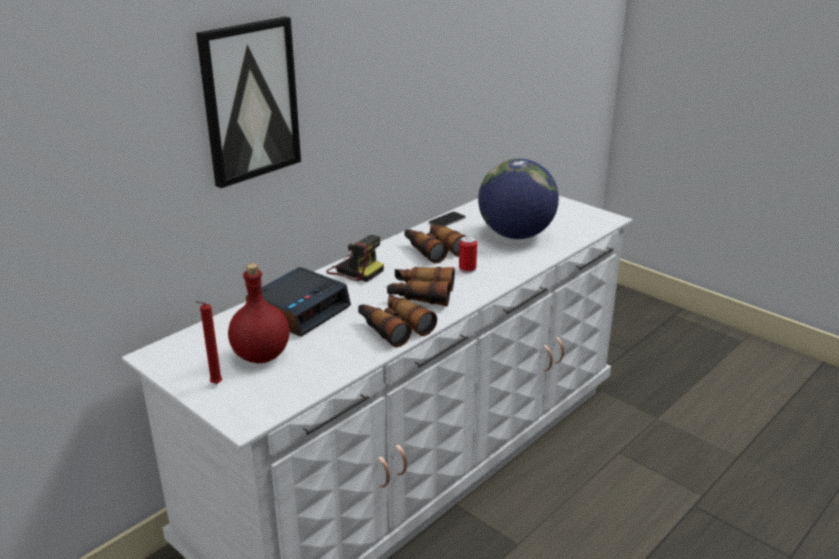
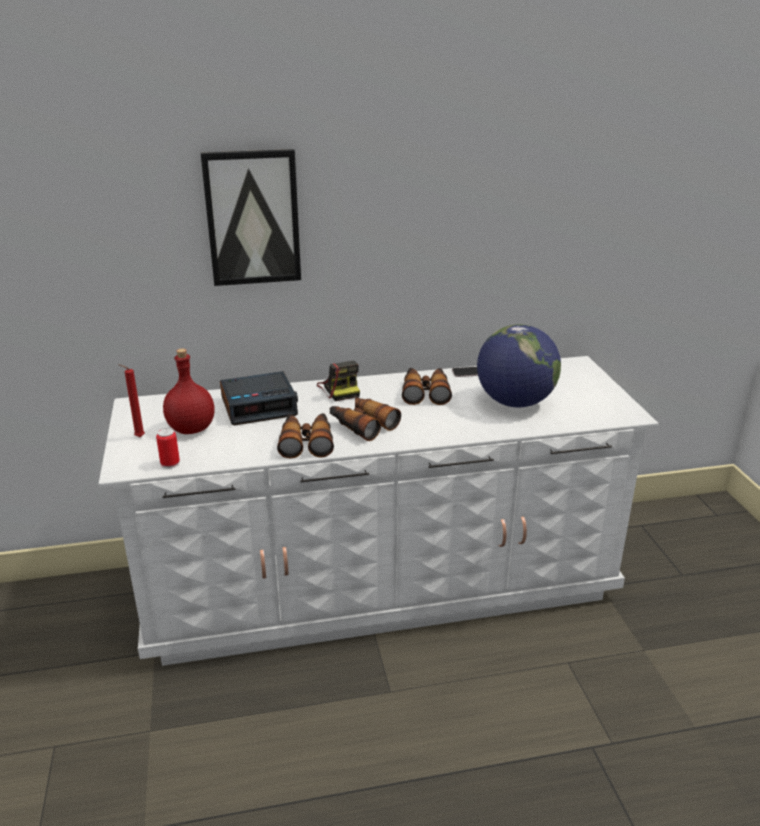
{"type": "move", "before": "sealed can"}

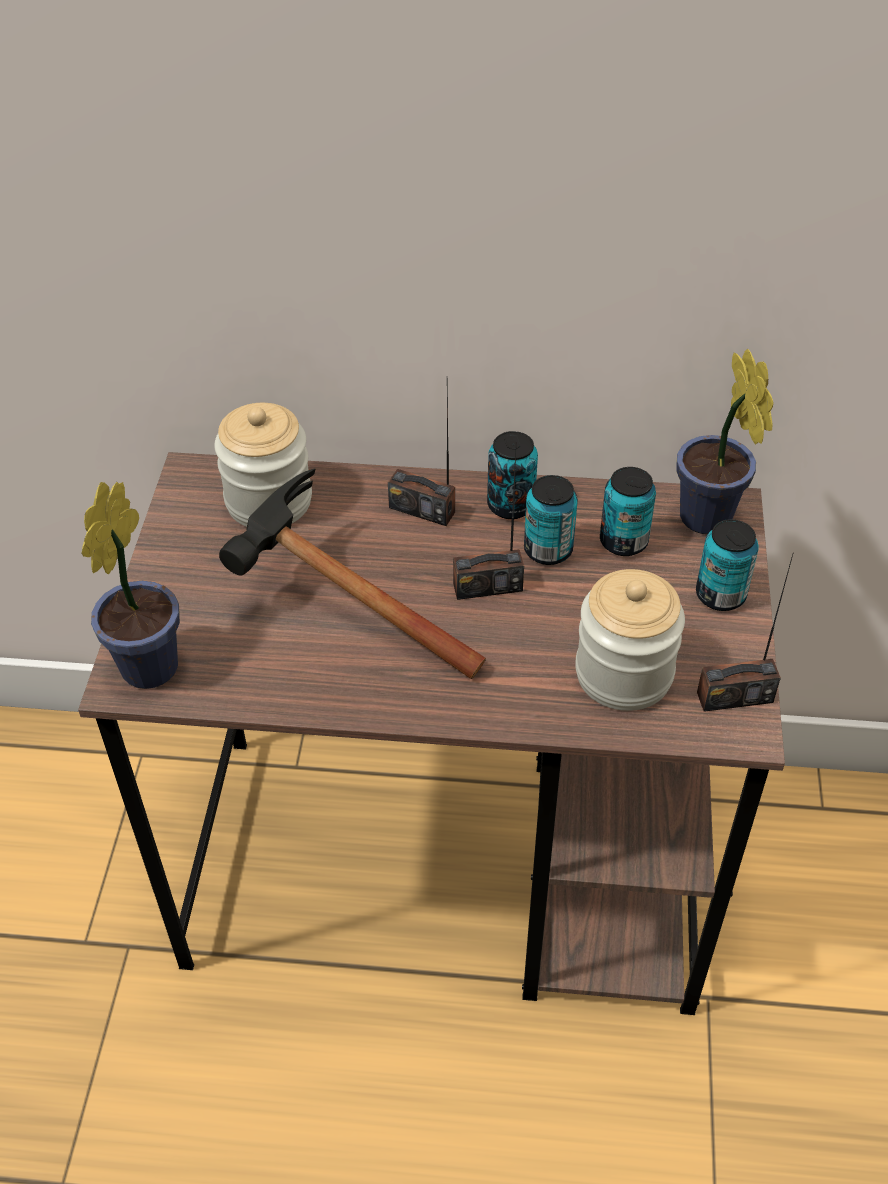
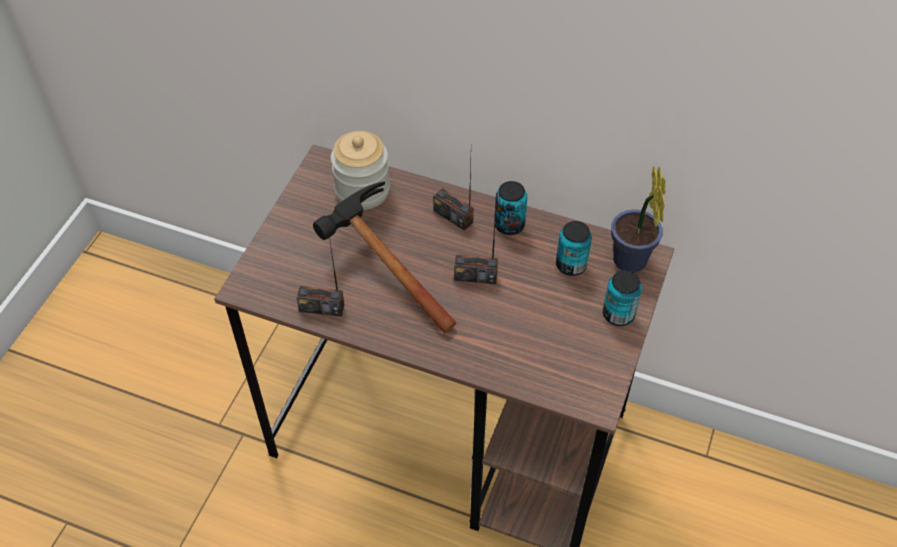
{"type": "delete", "before": "sealed can (2nd from left)"}
{"type": "delete", "before": "houseplant (1st from left)"}
{"type": "move", "before": "radio set (3rd from left in the first image)", "after": "radio set (1st from left)"}
{"type": "delete", "before": "storage jar (2nd from left)"}

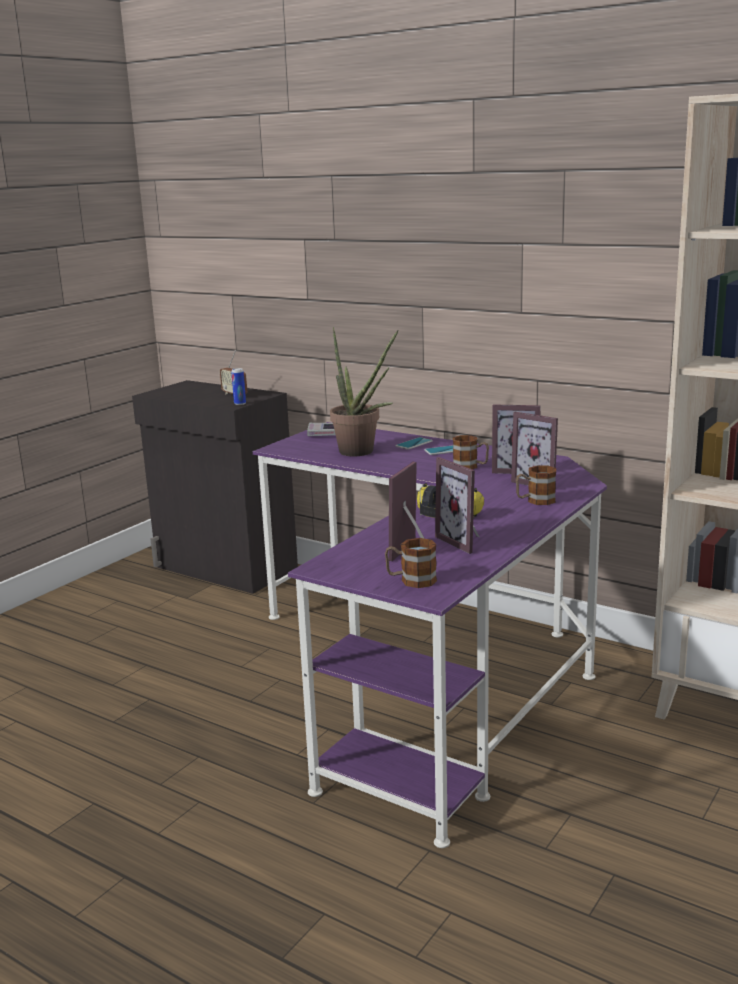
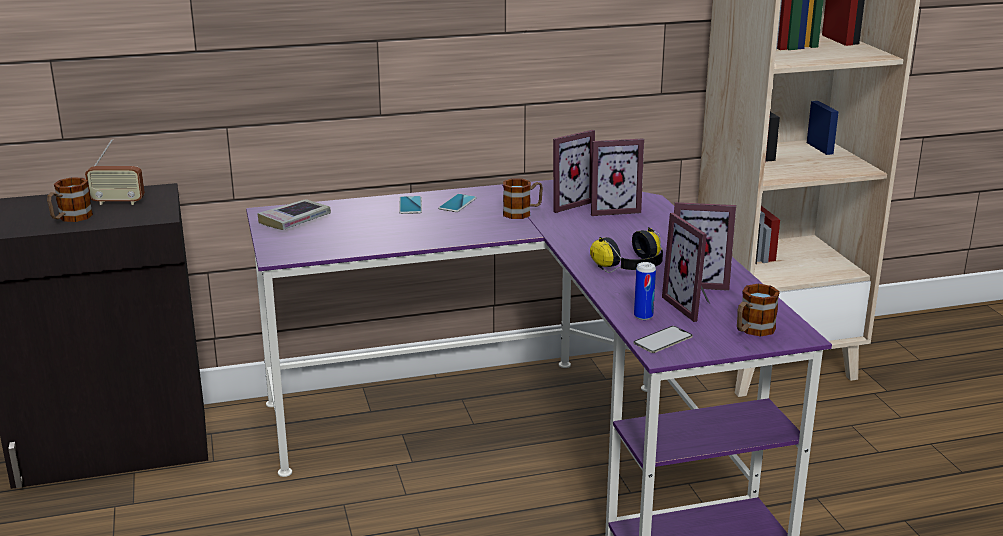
{"type": "delete", "before": "houseplant"}
{"type": "move", "before": "sealed can"}
{"type": "move", "before": "coffee mug (3rd from left in the first image)", "after": "coffee mug (1st from left)"}
{"type": "insert", "after": "handset (3rd from left)"}

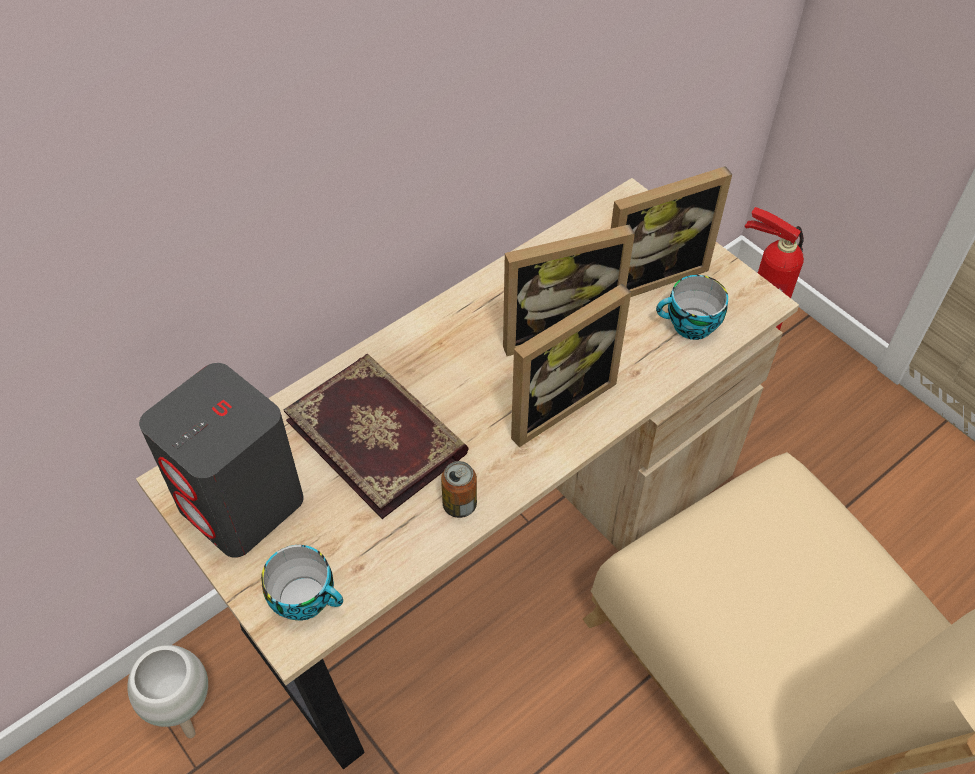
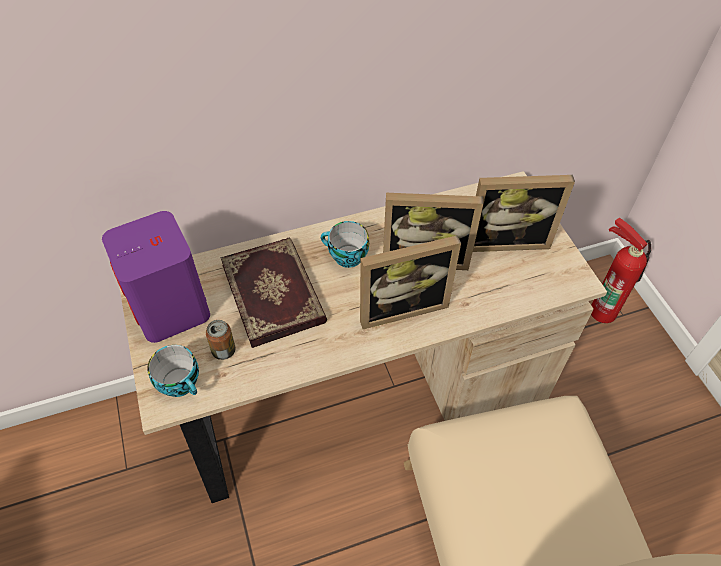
{"type": "move", "before": "drinking cup (2nd from left)"}
{"type": "recolor", "before": "grey loudspeaker", "after": "purplish loudspeaker"}
{"type": "move", "before": "sealed can"}
{"type": "delete", "before": "white plant pot"}

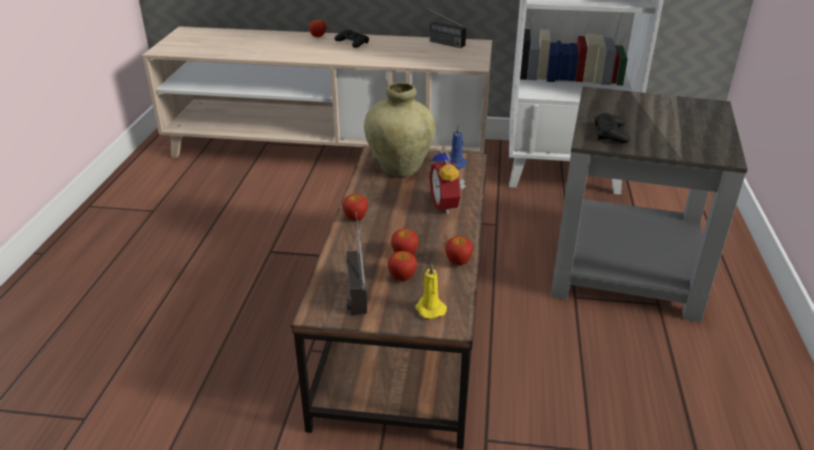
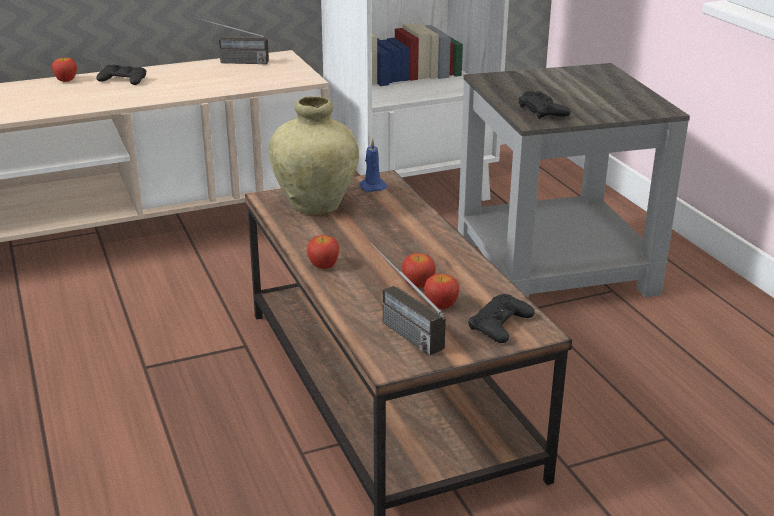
{"type": "delete", "before": "alarm clock"}
{"type": "delete", "before": "apple fruit (5th from left)"}
{"type": "replace", "before": "yellowish wax light", "after": "black-coloured game controller (2nd from left)"}

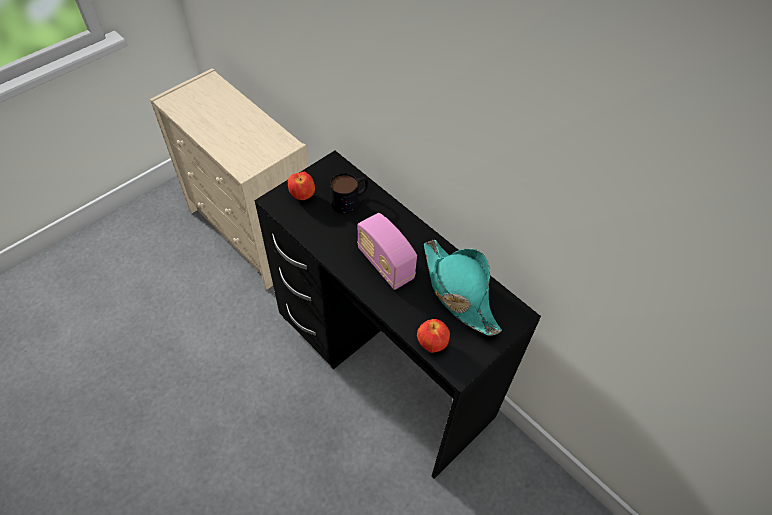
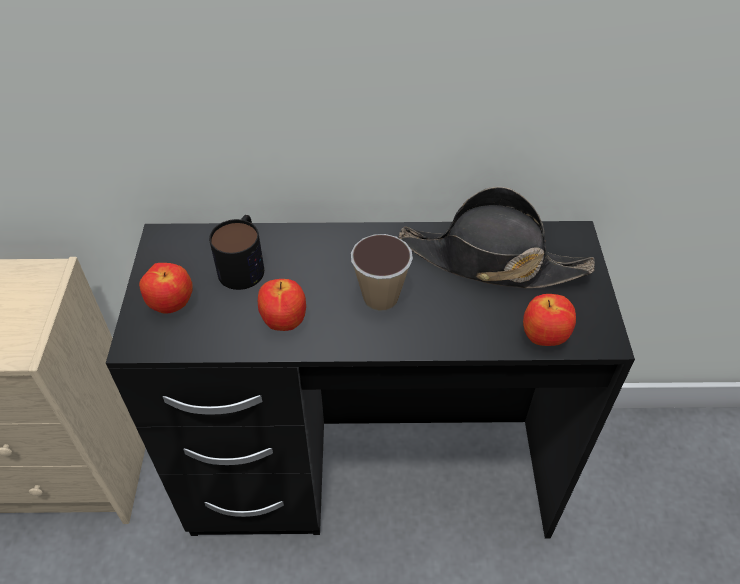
{"type": "replace", "before": "radio set", "after": "drinking cup"}
{"type": "recolor", "before": "turquoise clothing hat", "after": "black-coloured clothing hat"}
{"type": "insert", "after": "apple fruit (2nd from left)"}

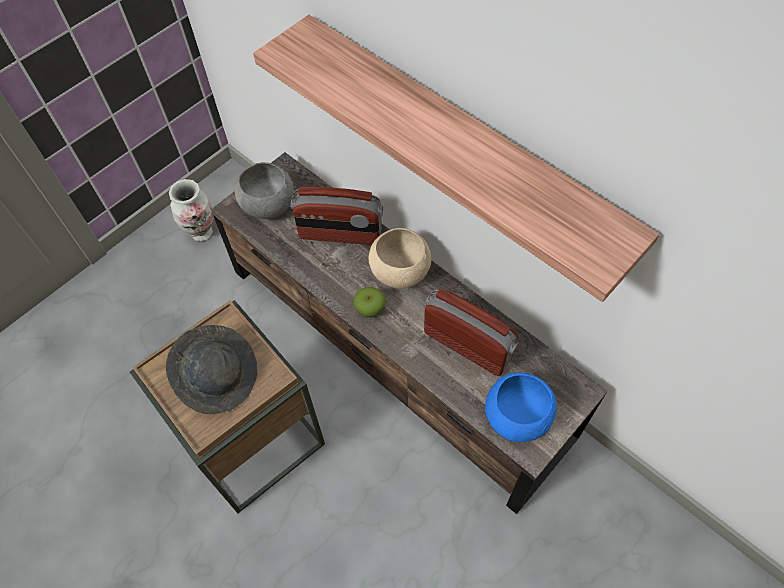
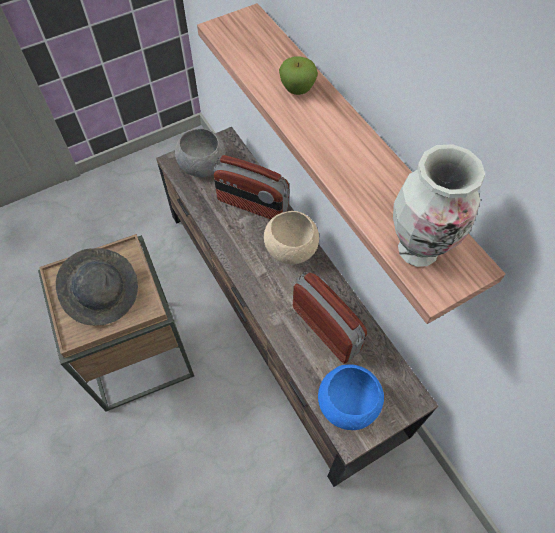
{"type": "move", "before": "vase"}
{"type": "move", "before": "apple fruit"}

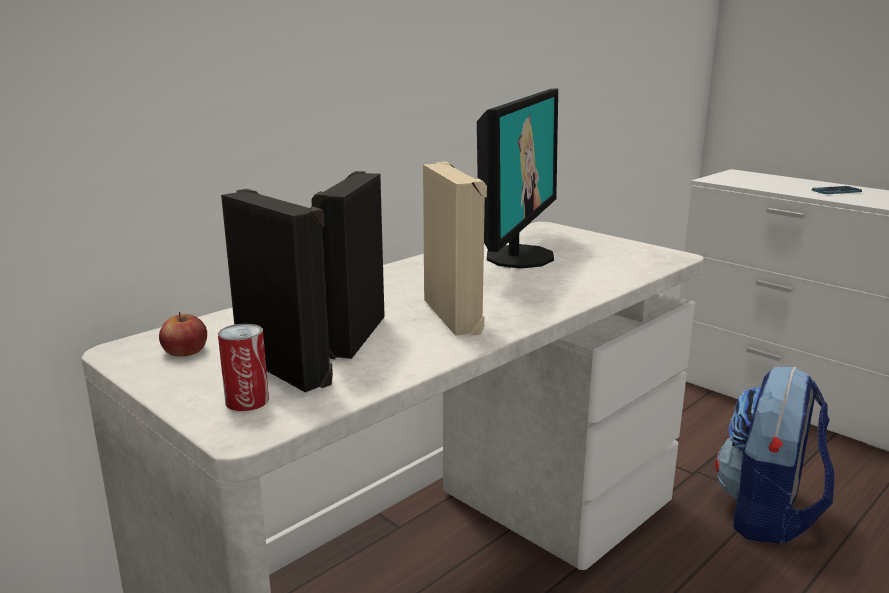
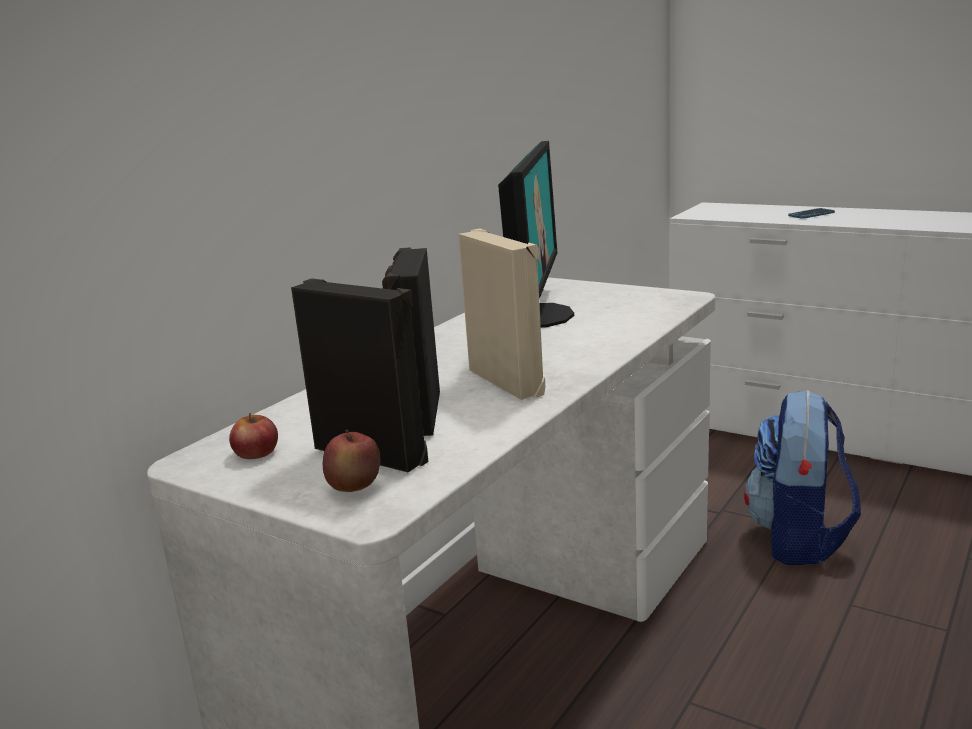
{"type": "replace", "before": "sealed can", "after": "apple fruit (2nd from left)"}

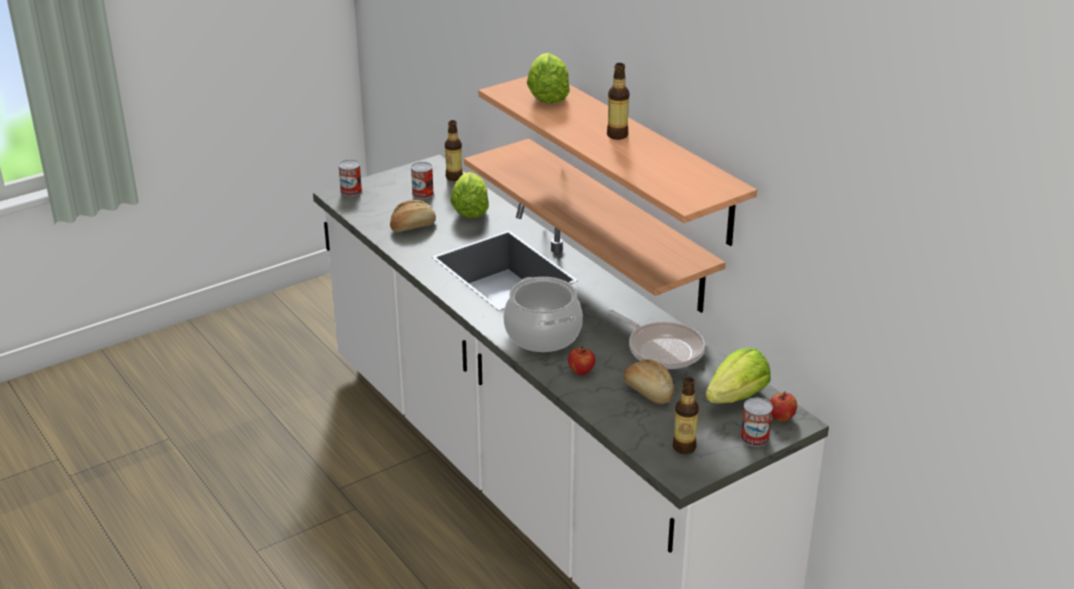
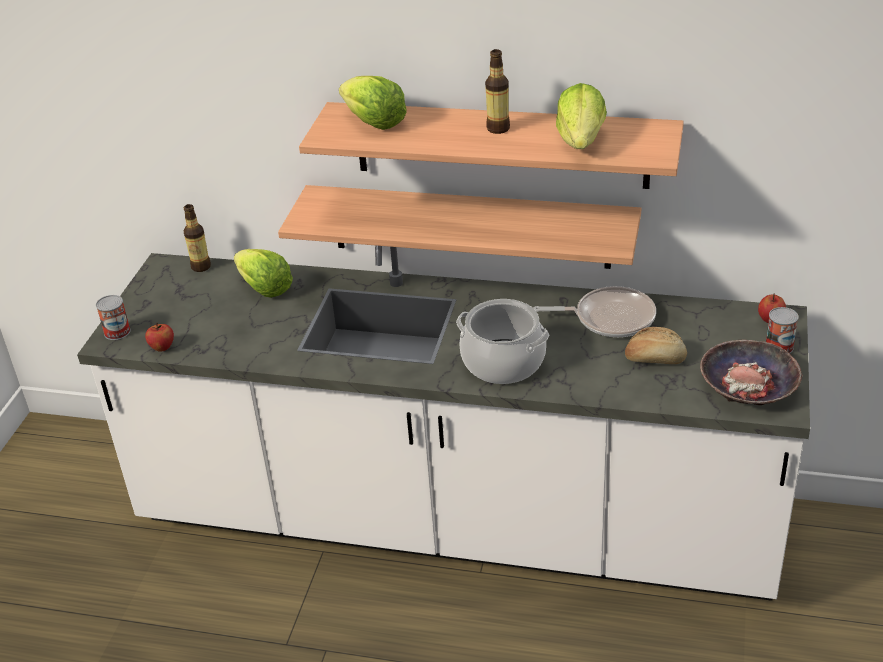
{"type": "delete", "before": "sealed can (2nd from left)"}
{"type": "delete", "before": "bread (1st from left)"}
{"type": "move", "before": "apple fruit (1st from left)"}
{"type": "move", "before": "lettuce (3rd from left)"}
{"type": "replace", "before": "bottle (3rd from left)", "after": "serving bowl"}

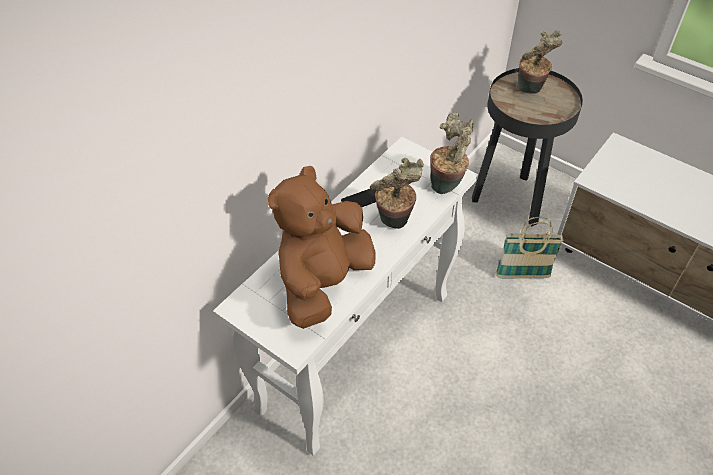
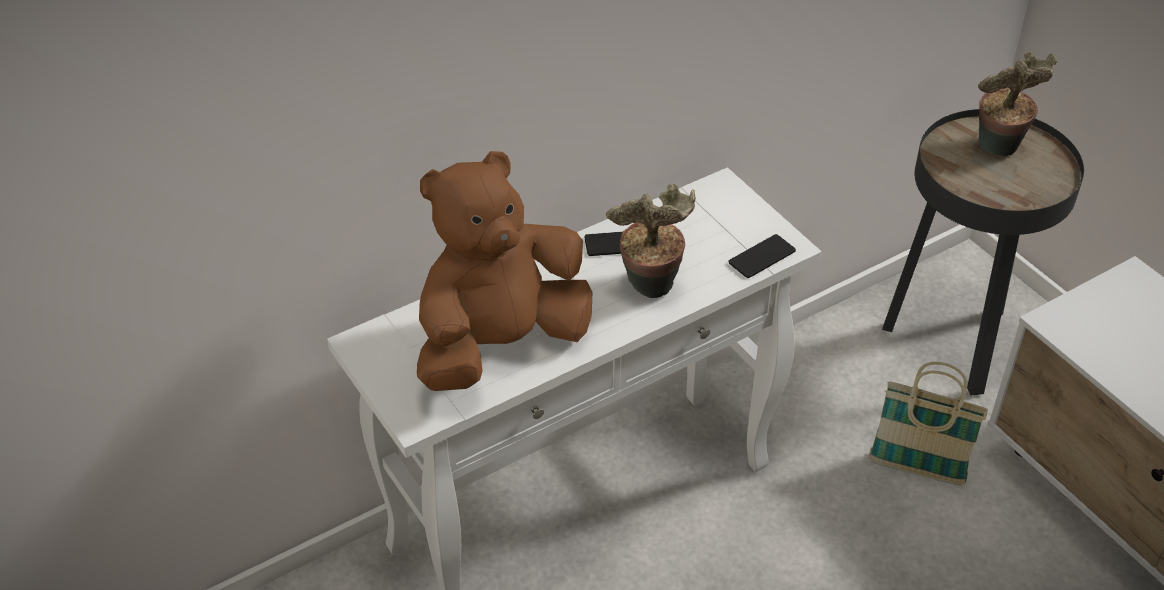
{"type": "replace", "before": "houseplant (2nd from left)", "after": "handset (2nd from left)"}

